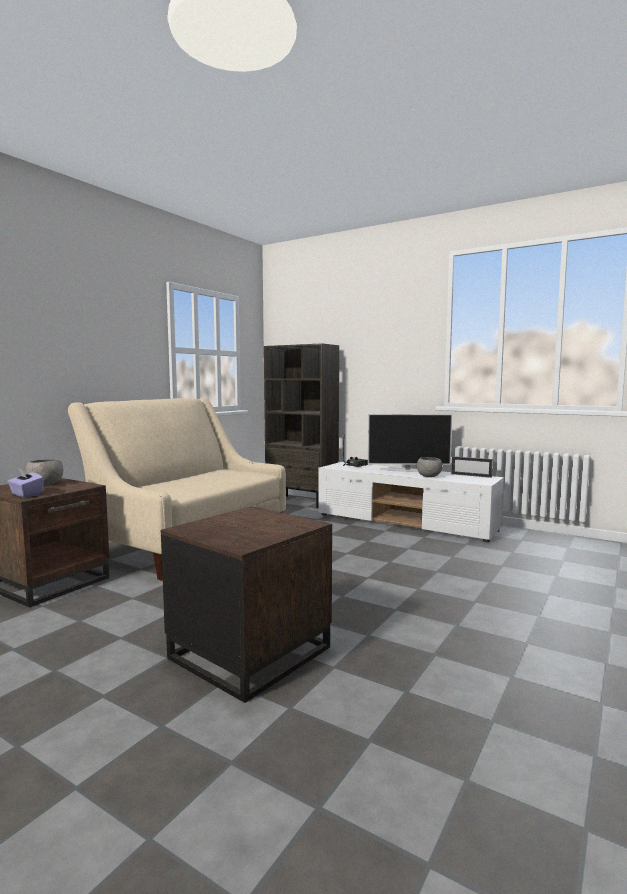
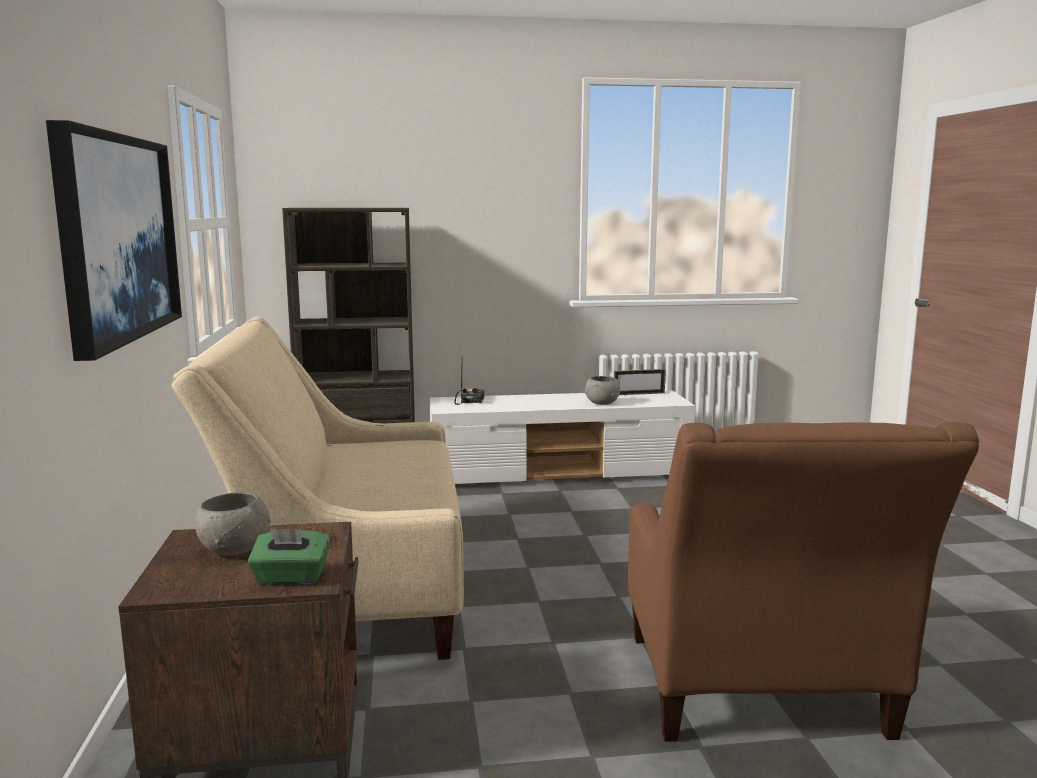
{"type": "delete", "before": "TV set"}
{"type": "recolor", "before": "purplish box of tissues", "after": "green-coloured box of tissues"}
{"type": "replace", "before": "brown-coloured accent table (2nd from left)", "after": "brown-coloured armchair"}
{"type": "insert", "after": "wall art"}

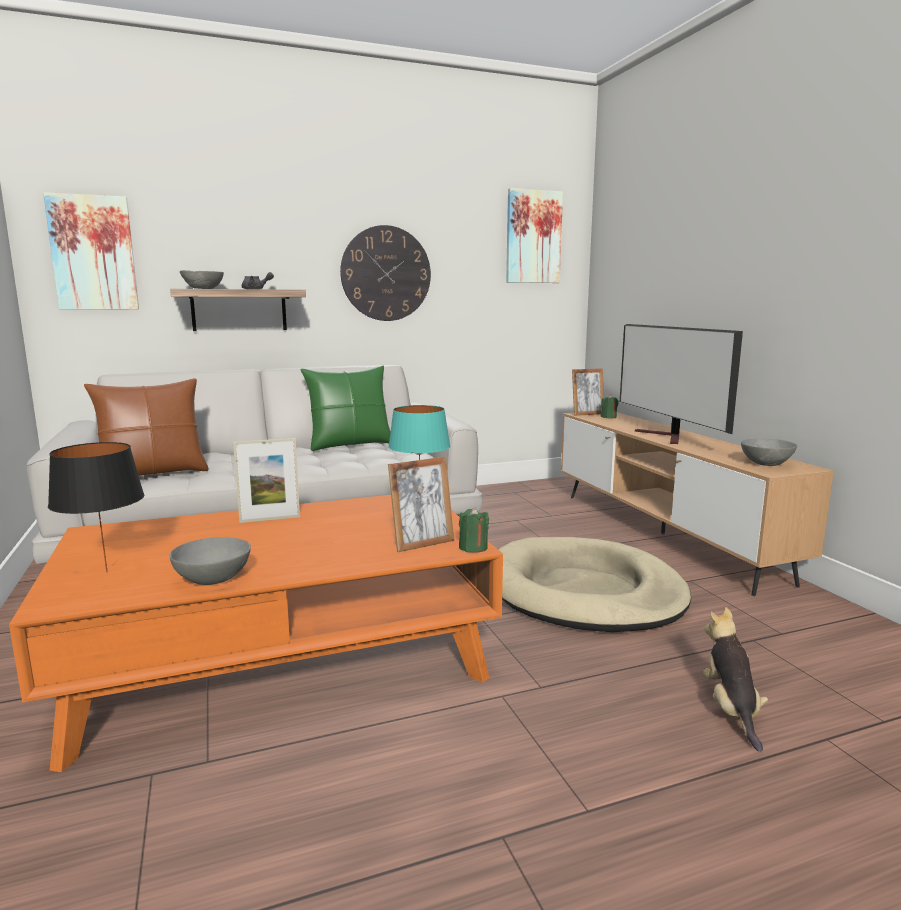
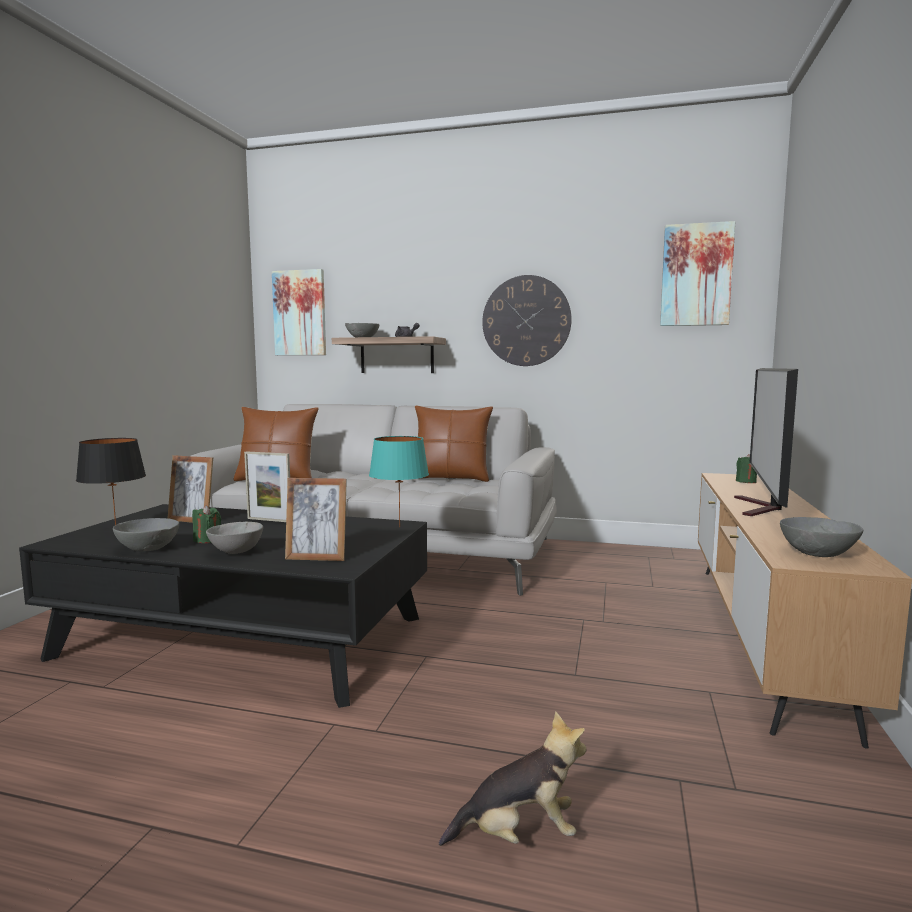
{"type": "recolor", "before": "green-coloured pillow", "after": "brown-coloured pillow (2nd from left)"}
{"type": "move", "before": "photo frame (3rd from left in the first image)", "after": "photo frame (1st from left)"}
{"type": "recolor", "before": "orange low table", "after": "black-coloured low table"}
{"type": "move", "before": "green-coloured wax light (1st from left)"}
{"type": "delete", "before": "beige-coloured dog cushion"}
{"type": "rotate", "before": "cuddly toy", "turn": 45}
{"type": "insert", "after": "grey serving bowl (2nd from left)"}

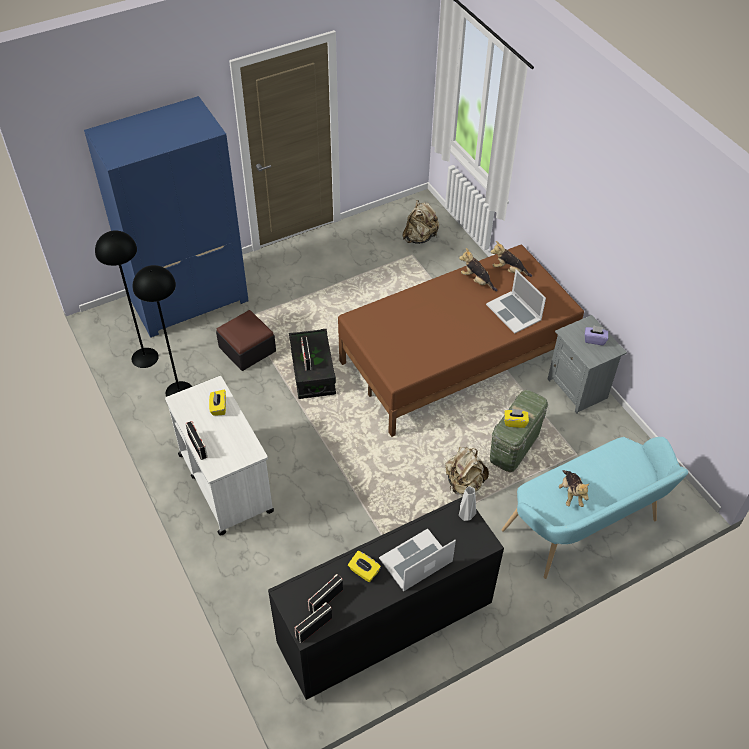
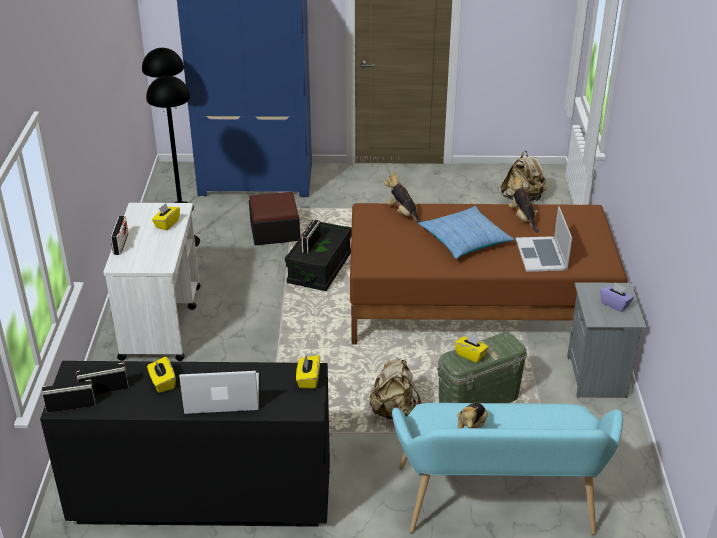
{"type": "move", "before": "cuddly toy (2nd from left in the first image)", "after": "cuddly toy (1st from left)"}
{"type": "replace", "before": "grey vase", "after": "yellowish box of tissues (3rd from left)"}
{"type": "insert", "after": "pillow"}

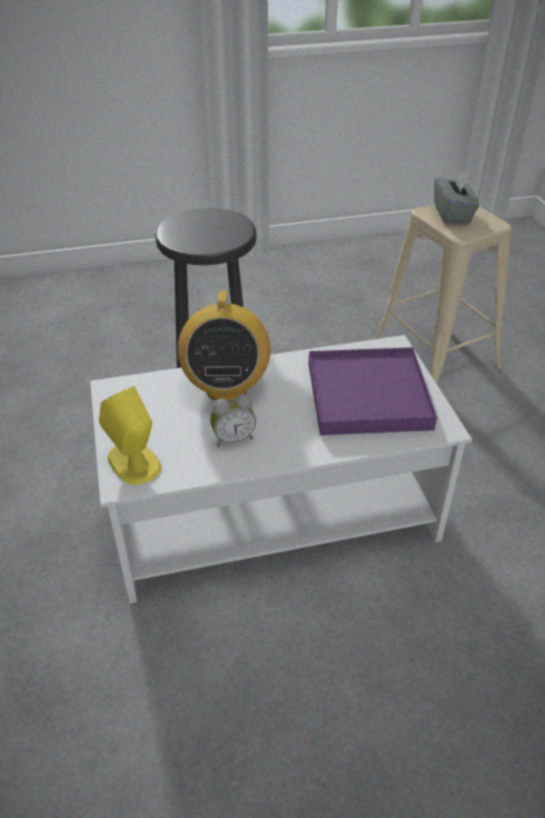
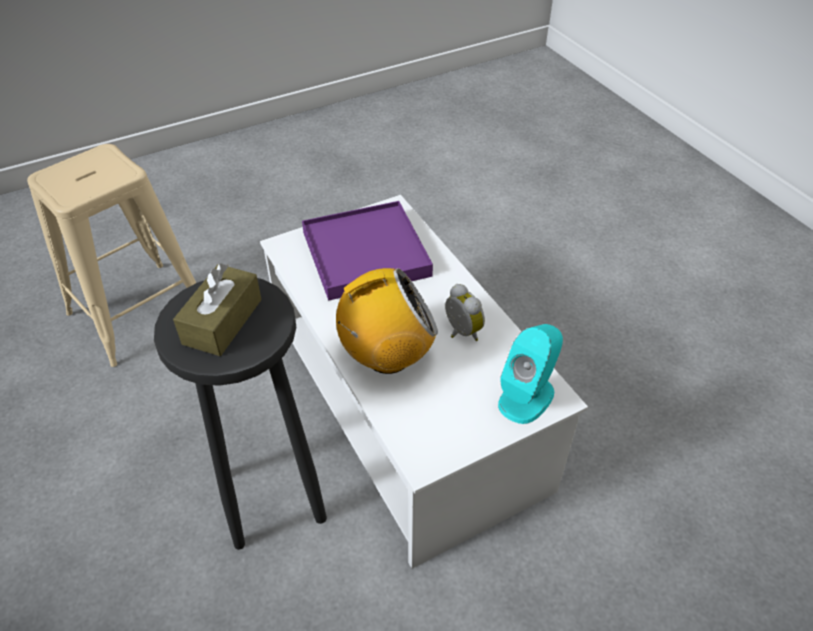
{"type": "delete", "before": "grey box of tissues"}
{"type": "recolor", "before": "yellowish loudspeaker", "after": "turquoise loudspeaker"}
{"type": "insert", "after": "brown-coloured box of tissues"}

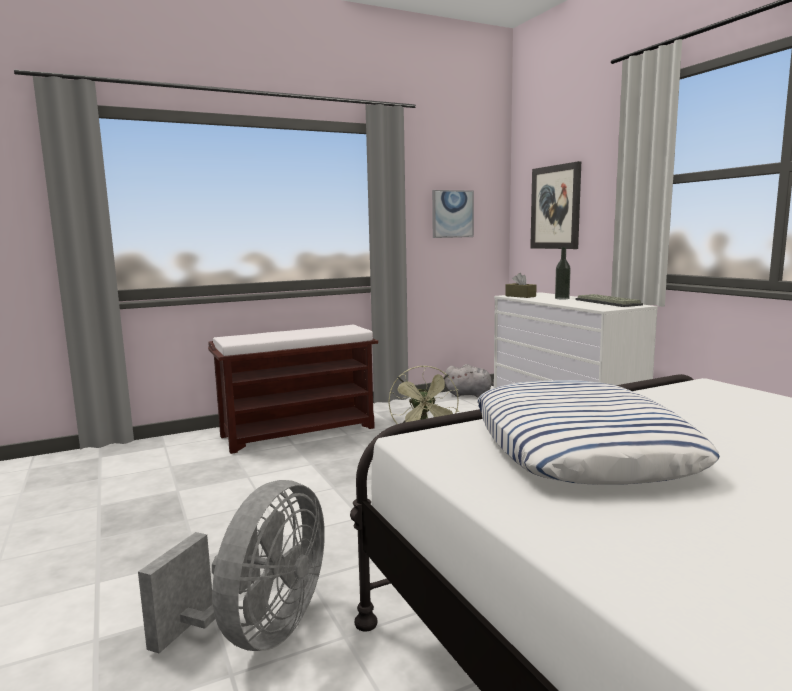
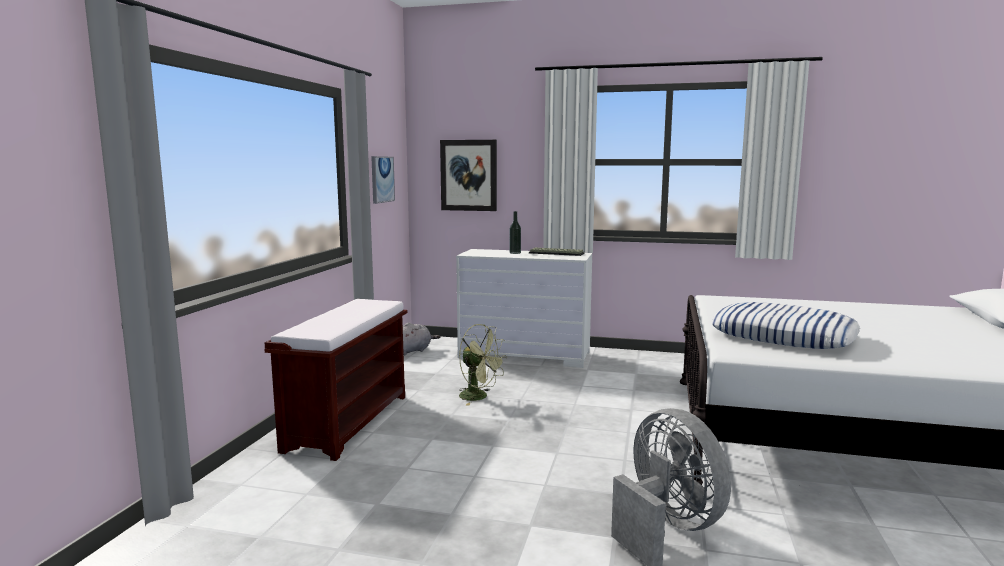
{"type": "delete", "before": "brown-coloured box of tissues"}

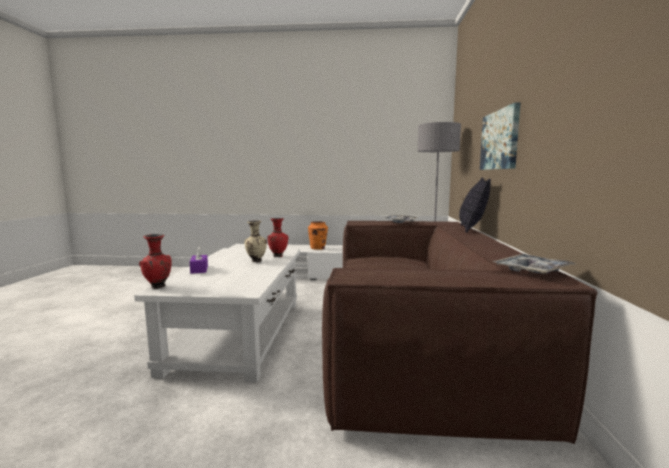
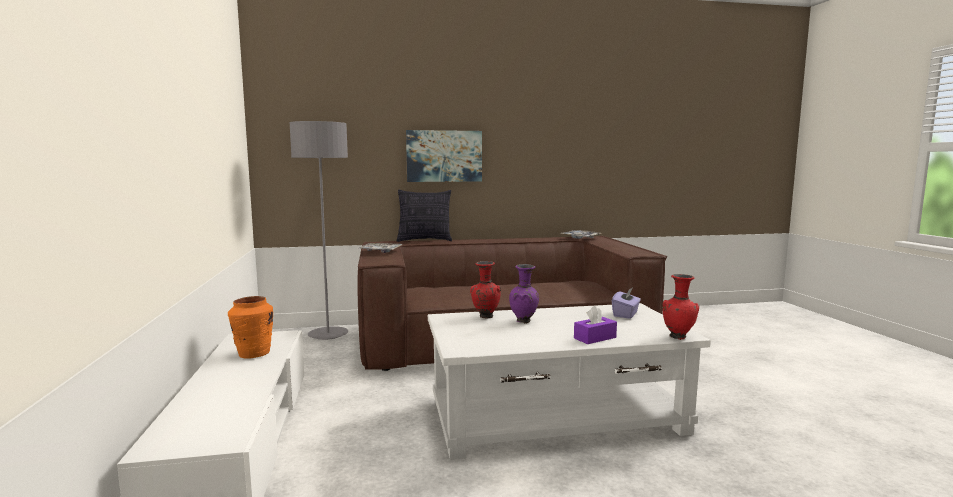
{"type": "recolor", "before": "beige-coloured vase", "after": "purplish vase"}
{"type": "insert", "after": "purplish box of tissues (2nd from left)"}

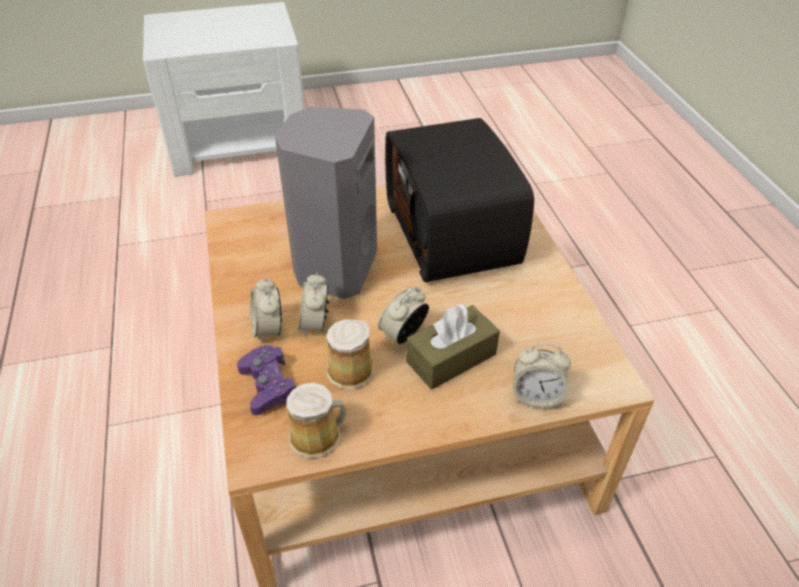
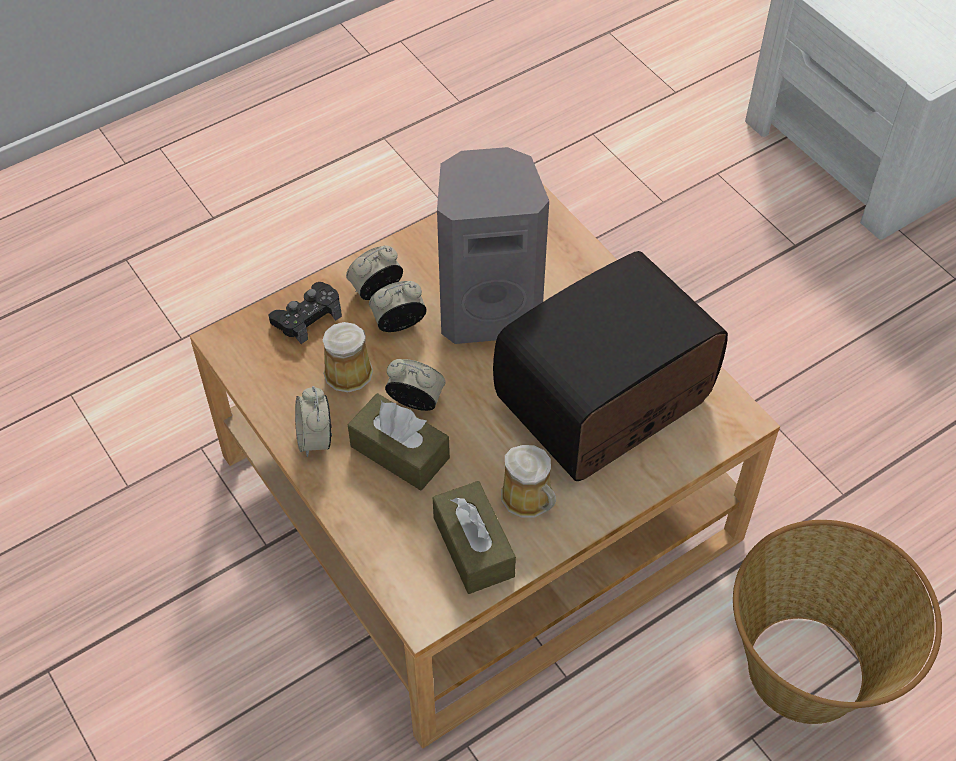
{"type": "move", "before": "alarm clock (4th from left in the first image)", "after": "alarm clock (1st from left)"}
{"type": "recolor", "before": "purplish game controller", "after": "black-coloured game controller"}
{"type": "move", "before": "coffee mug (1st from left in the first image)", "after": "coffee mug (2nd from left)"}
{"type": "insert", "after": "brown-coloured box of tissues (2nd from left)"}
{"type": "insert", "after": "basket"}

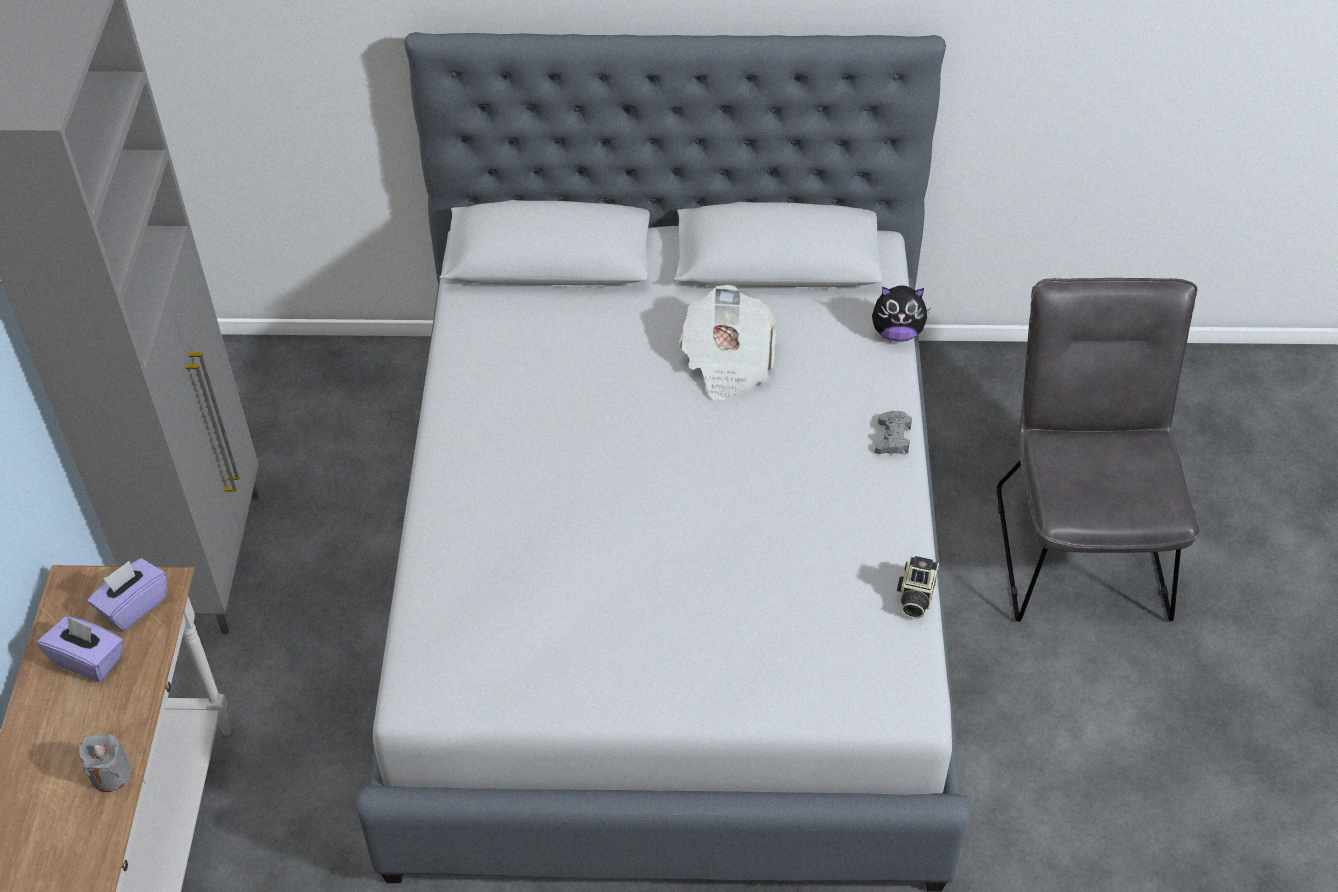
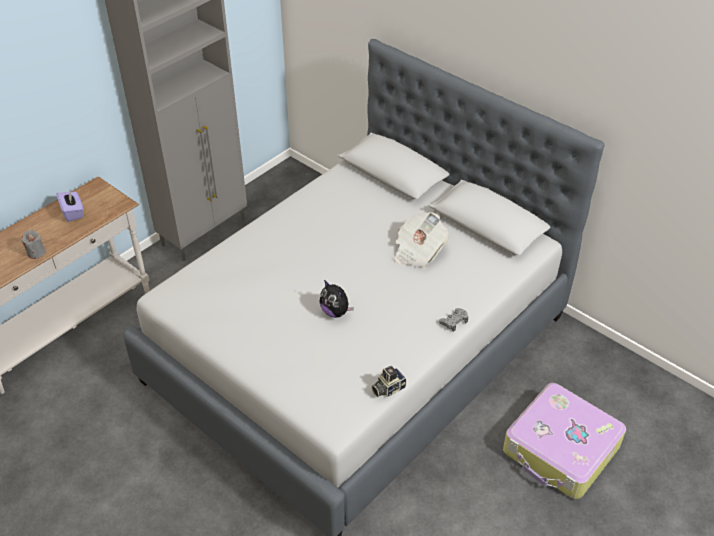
{"type": "replace", "before": "grey upright chair", "after": "piece of luggage"}
{"type": "move", "before": "cuddly toy"}
{"type": "delete", "before": "purplish box of tissues (2nd from left)"}

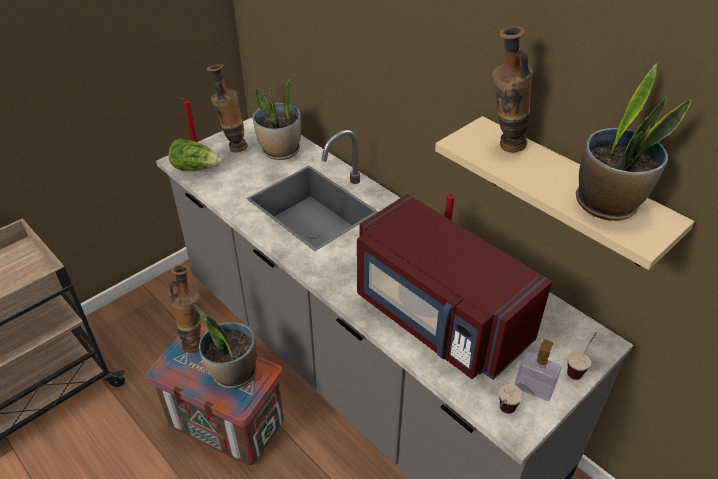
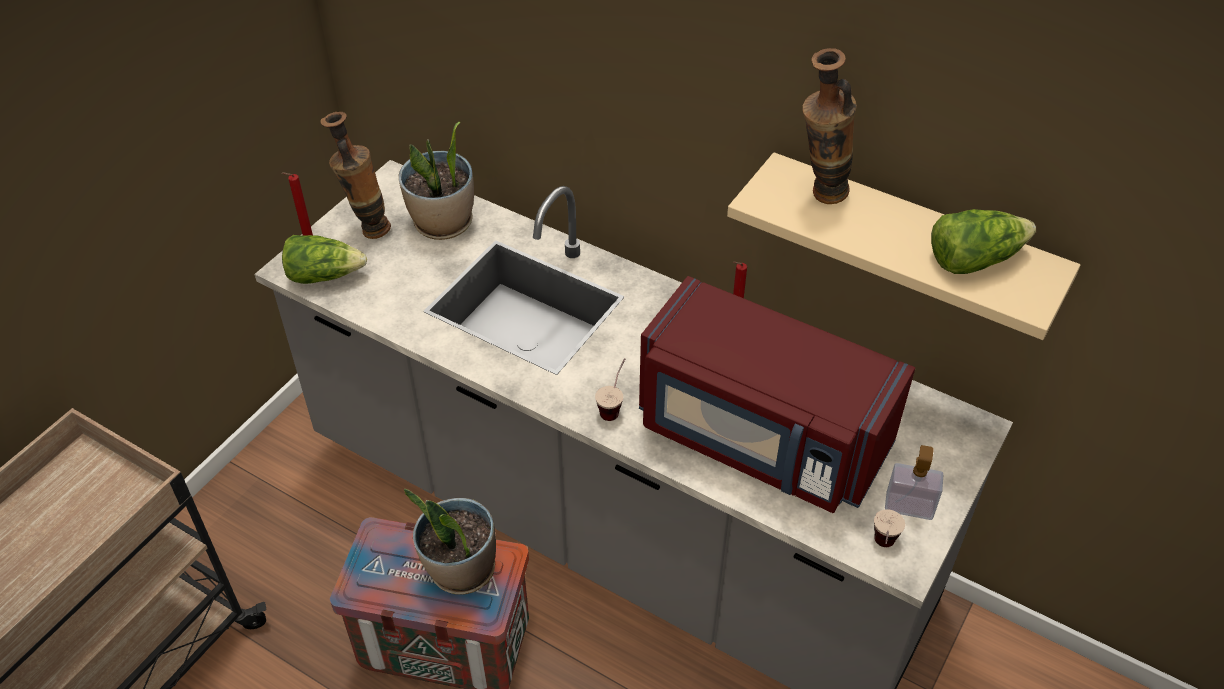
{"type": "replace", "before": "houseplant (3rd from left)", "after": "lettuce (2nd from left)"}
{"type": "delete", "before": "vase (1st from left)"}
{"type": "move", "before": "drinking cup (2nd from left in the first image)", "after": "drinking cup (1st from left)"}

